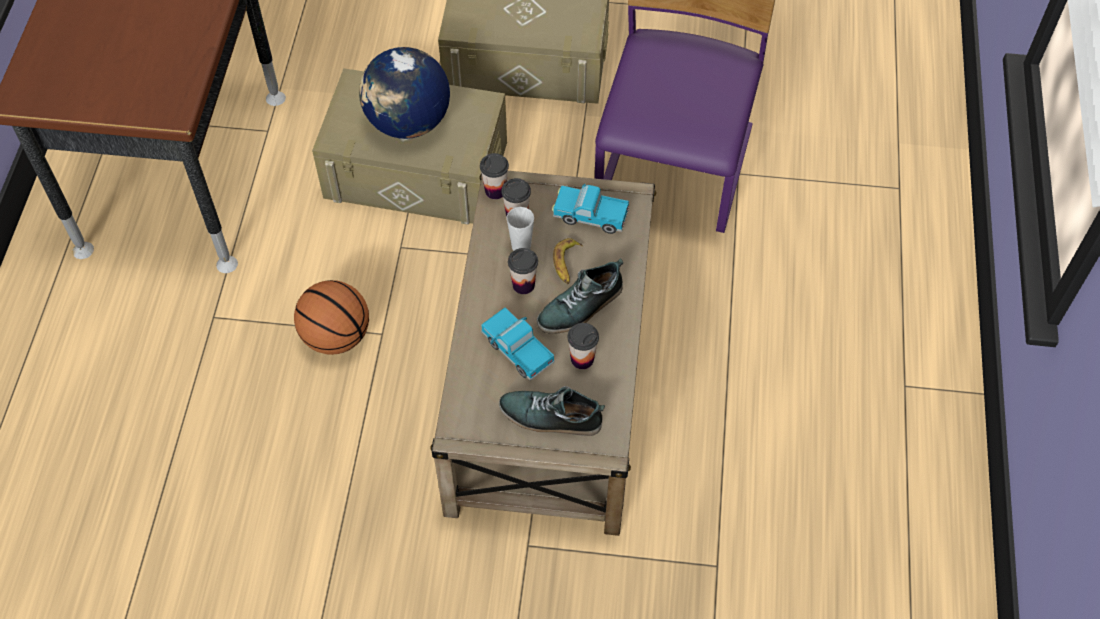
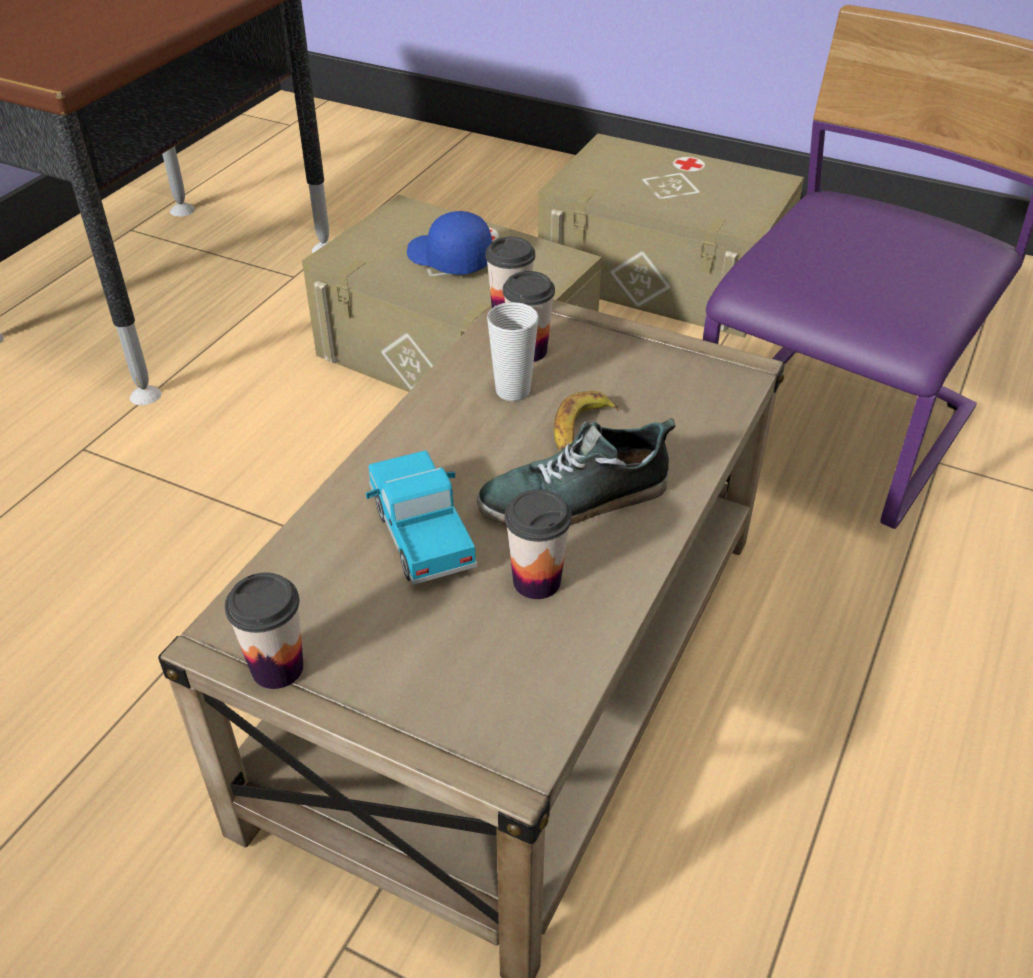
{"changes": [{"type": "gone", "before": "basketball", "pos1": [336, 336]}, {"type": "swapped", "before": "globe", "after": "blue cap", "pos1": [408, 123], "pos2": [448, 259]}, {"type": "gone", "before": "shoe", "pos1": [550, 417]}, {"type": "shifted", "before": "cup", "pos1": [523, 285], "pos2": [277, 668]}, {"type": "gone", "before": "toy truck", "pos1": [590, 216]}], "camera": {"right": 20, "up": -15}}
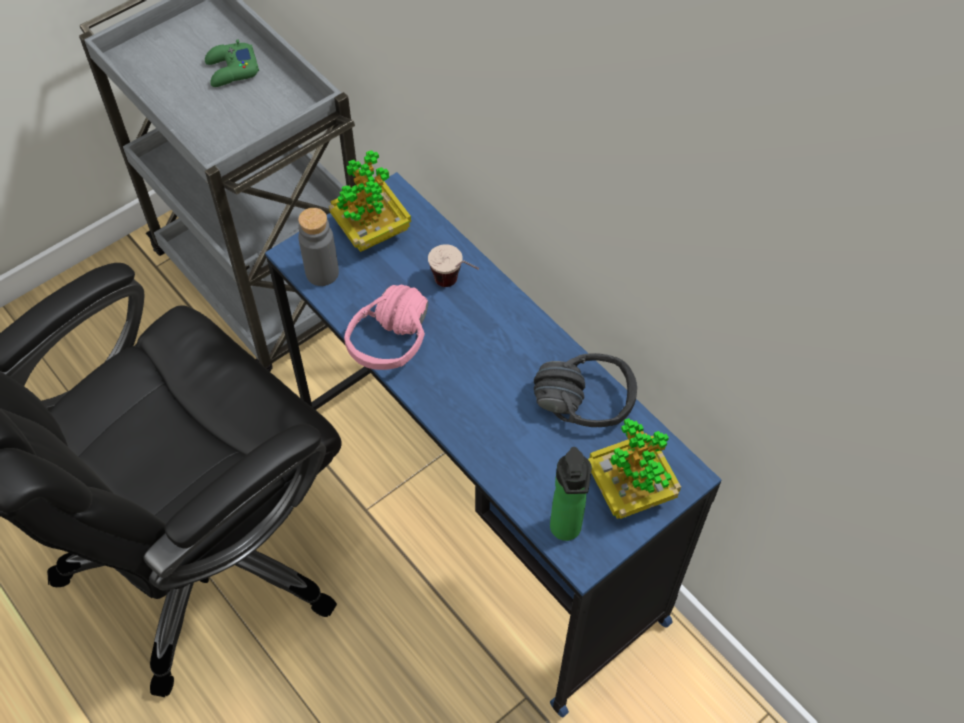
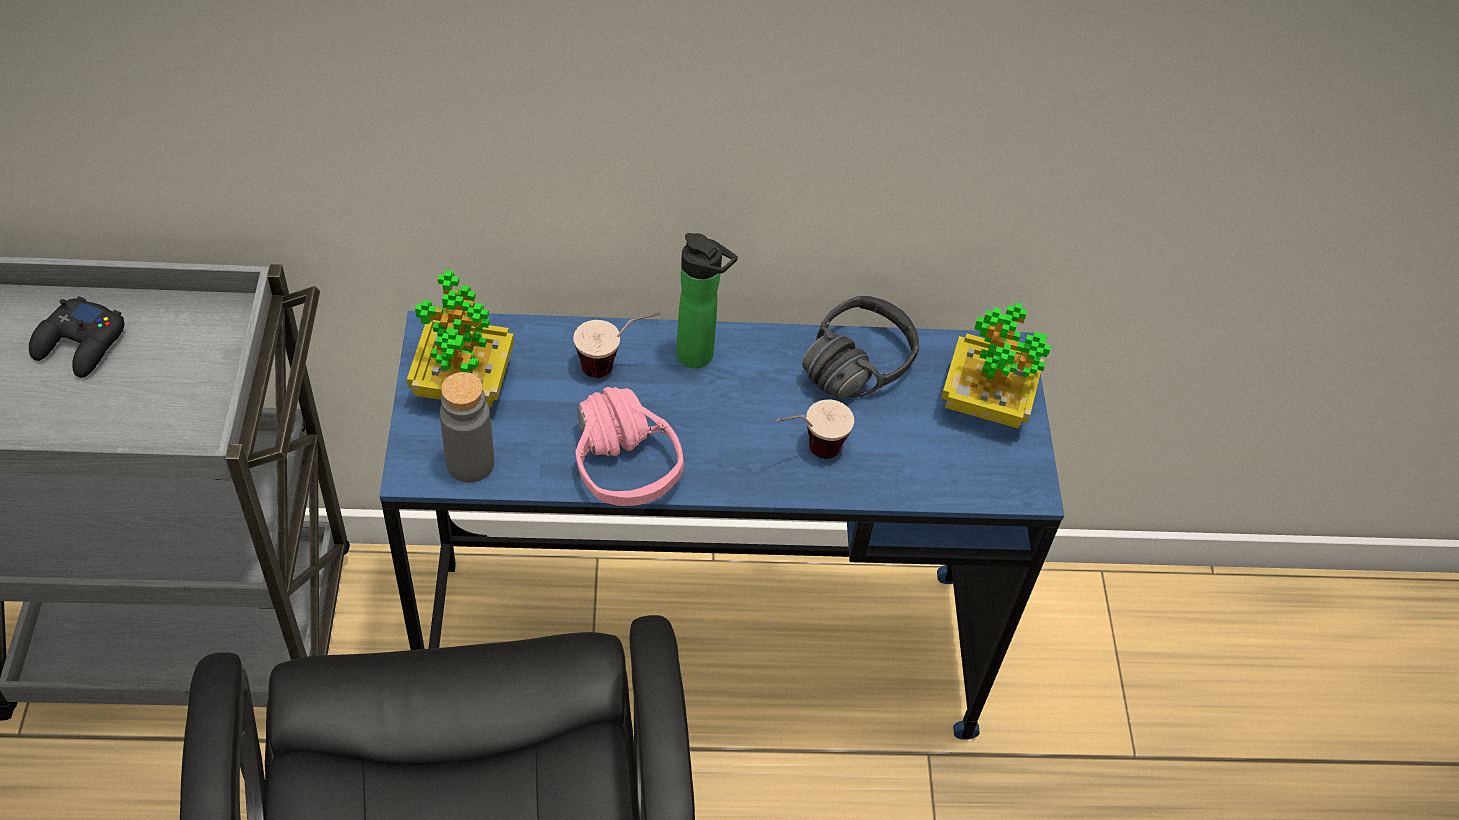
{"changes": [{"type": "repainted", "before": "green game controller", "after": "black game controller", "pos1": [232, 70], "pos2": [81, 344]}, {"type": "shifted", "before": "bottle", "pos1": [565, 531], "pos2": [699, 358]}, {"type": "new", "after": "cup", "pos2": [807, 453]}], "camera": {"right": -55, "up": -5}}
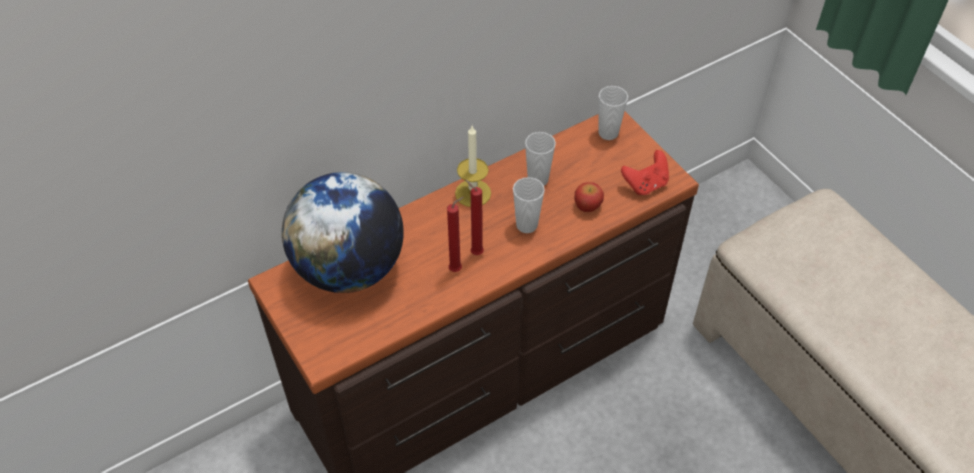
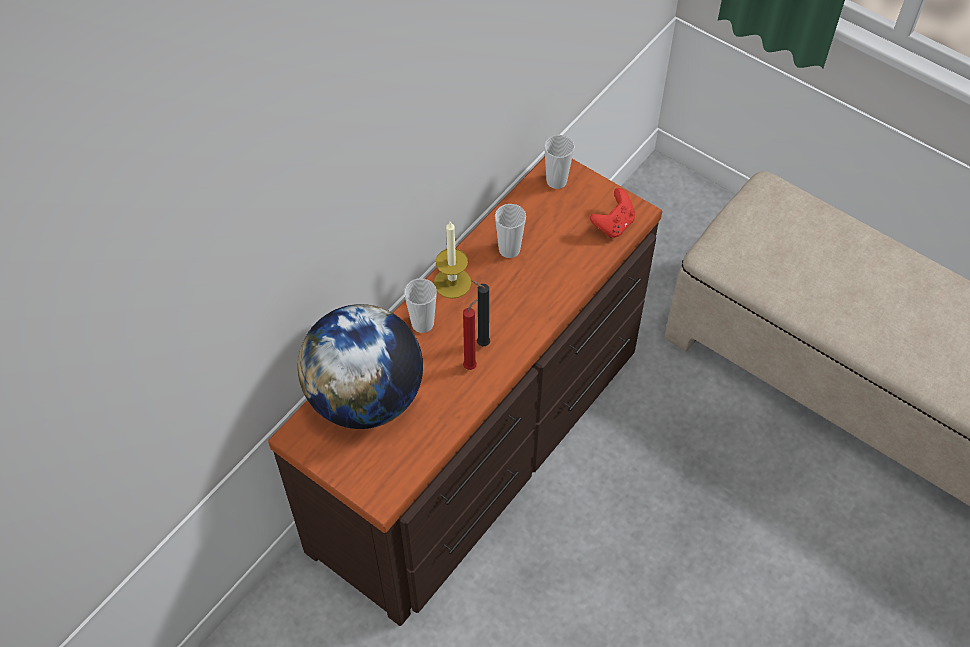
{"changes": [{"type": "repainted", "before": "red candle", "after": "black candle", "pos1": [475, 252], "pos2": [481, 343]}, {"type": "shifted", "before": "cup", "pos1": [526, 225], "pos2": [422, 324]}, {"type": "gone", "before": "apple", "pos1": [587, 206]}], "camera": {"right": -20, "up": 5}}
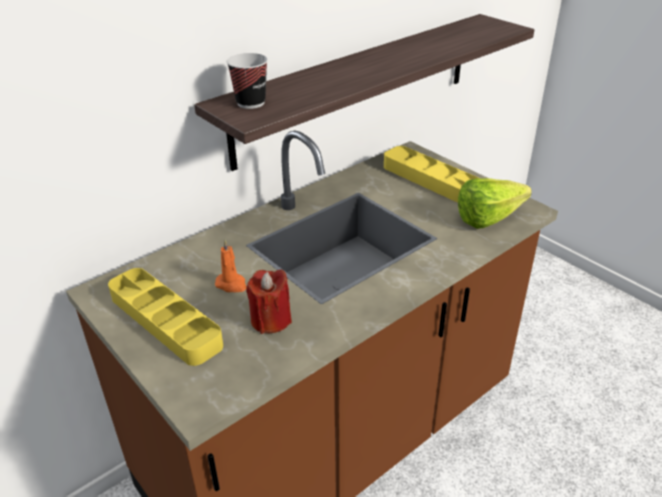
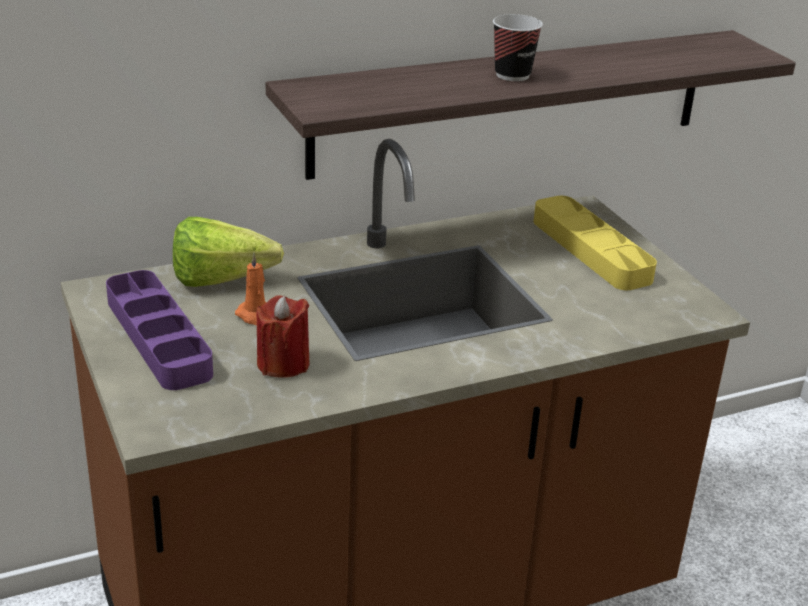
{"changes": [{"type": "repainted", "before": "yellow tray", "after": "purple tray", "pos1": [165, 320], "pos2": [158, 337]}, {"type": "shifted", "before": "cup", "pos1": [251, 103], "pos2": [512, 75]}, {"type": "shifted", "before": "lettuce", "pos1": [494, 219], "pos2": [229, 281]}], "camera": {"right": 15, "up": -5}}
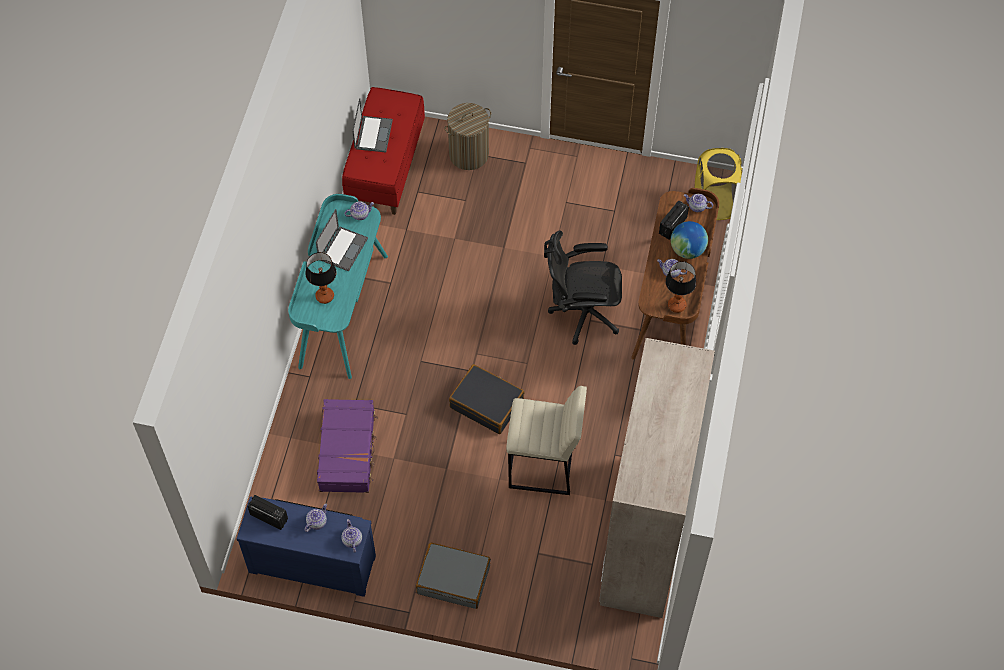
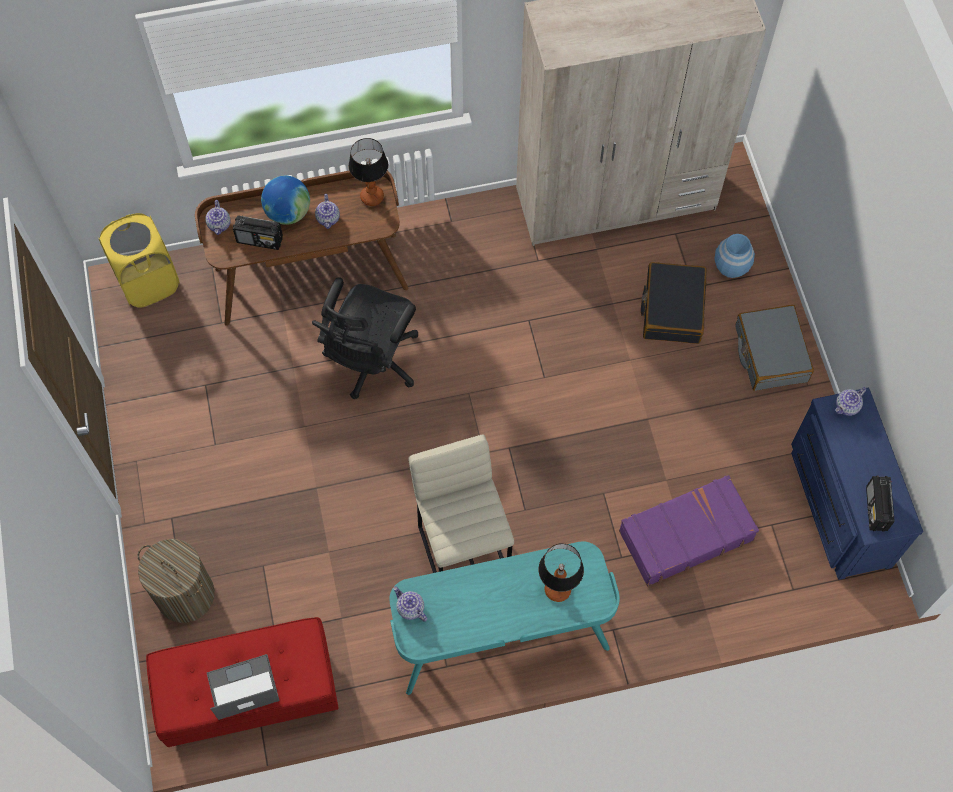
{"changes": [{"type": "gone", "before": "teapot", "pos1": [316, 522]}, {"type": "gone", "before": "laptop", "pos1": [343, 248]}, {"type": "shifted", "before": "black suitcase", "pos1": [487, 403], "pos2": [672, 309]}, {"type": "shifted", "before": "beige stool", "pos1": [544, 467], "pos2": [462, 549]}, {"type": "rotated", "before": "office chair", "pos1": [581, 313], "pos2": [371, 363], "turn": 45}, {"type": "new", "after": "blue vase", "pos2": [731, 267]}], "camera": {"right": -115, "up": 5}}
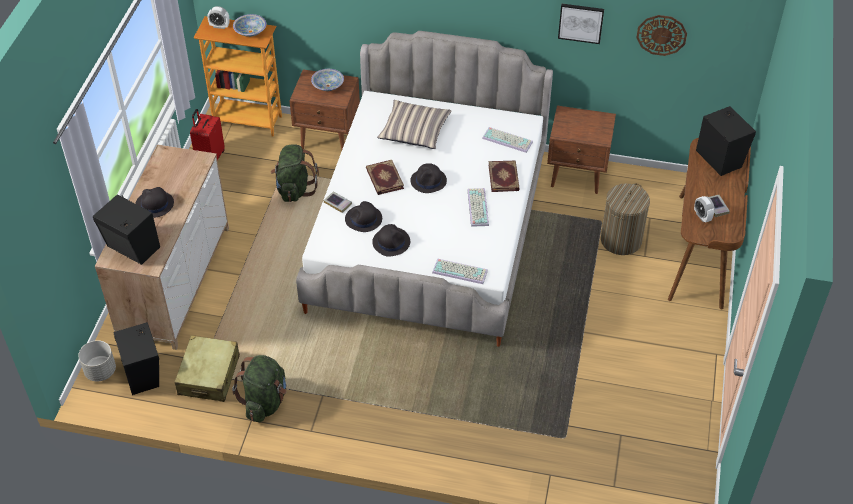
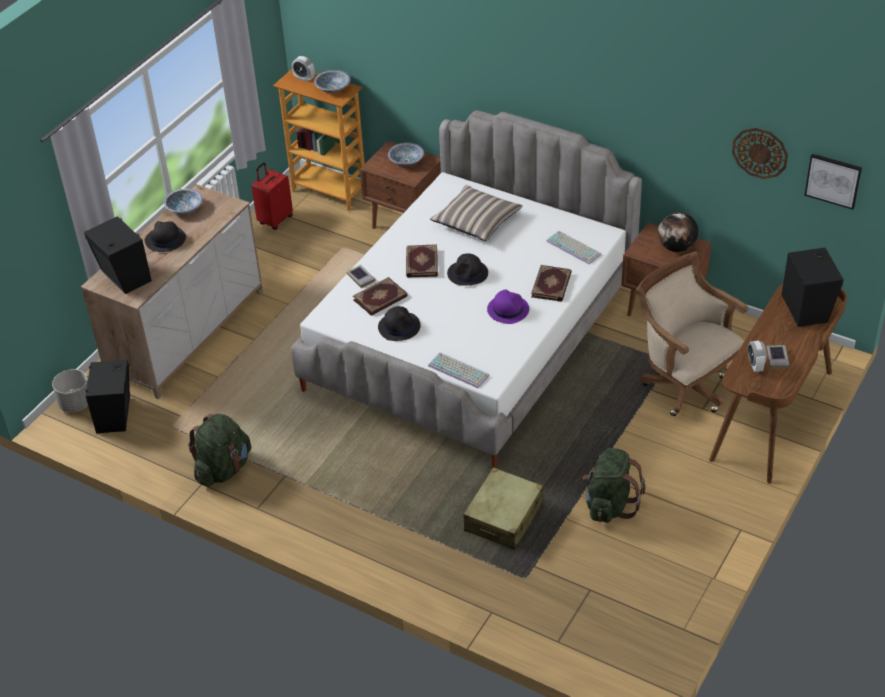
{"changes": [{"type": "shifted", "before": "beige suitcase", "pos1": [209, 375], "pos2": [504, 517]}, {"type": "shifted", "before": "green backpack", "pos1": [294, 189], "pos2": [609, 505]}, {"type": "swapped", "before": "black hat", "after": "book", "pos1": [363, 219], "pos2": [380, 299]}, {"type": "swapped", "before": "keyboard", "after": "purple hat", "pos1": [477, 207], "pos2": [508, 309]}, {"type": "shifted", "before": "picture", "pos1": [581, 22], "pos2": [833, 180]}, {"type": "swapped", "before": "laundry basket", "after": "office chair", "pos1": [621, 240], "pos2": [682, 386]}, {"type": "new", "after": "bowl", "pos2": [184, 208]}, {"type": "new", "after": "globe", "pos2": [676, 247]}], "camera": {"right": 20, "up": -5}}
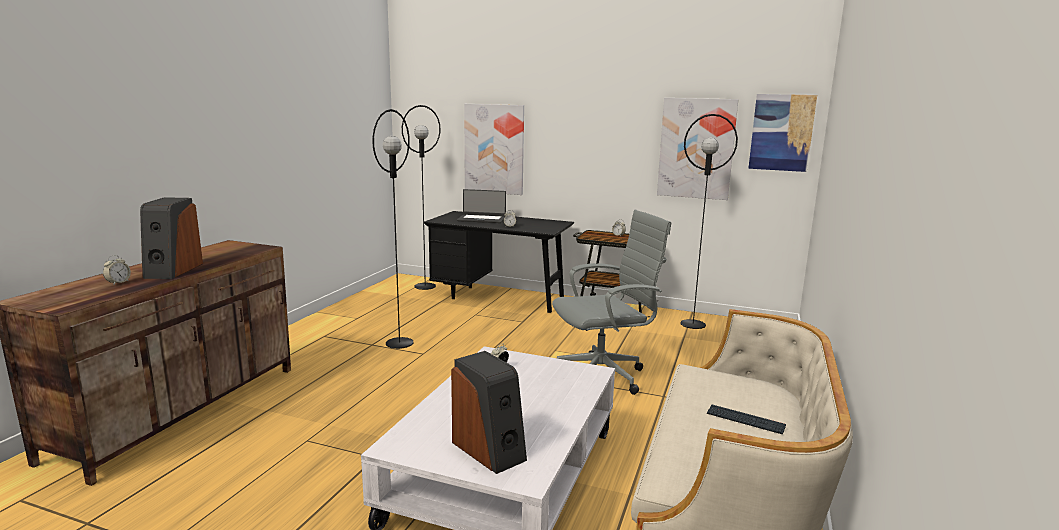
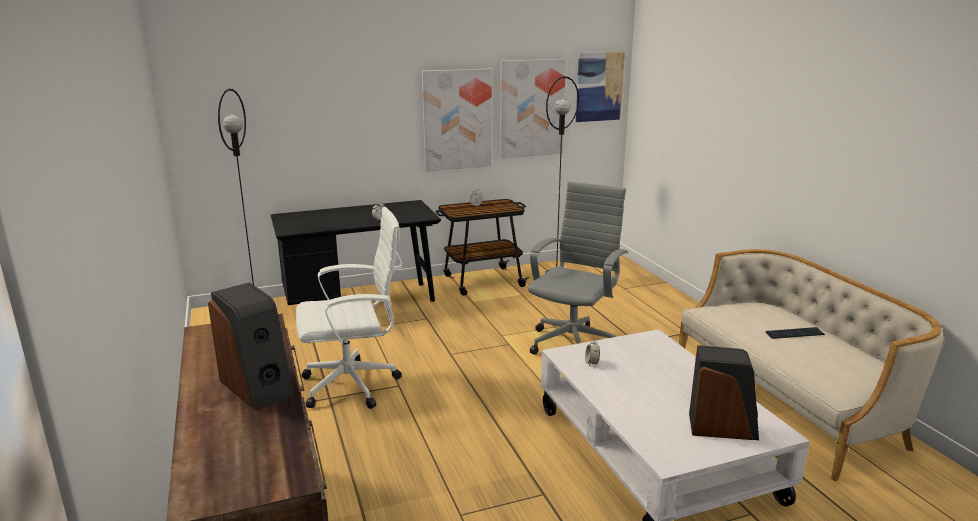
{"changes": [{"type": "gone", "before": "alarm clock", "pos1": [118, 282]}, {"type": "swapped", "before": "black floor lamp", "after": "white office chair", "pos1": [399, 343], "pos2": [355, 385]}, {"type": "gone", "before": "laptop", "pos1": [481, 219]}, {"type": "shifted", "before": "picture", "pos1": [494, 149], "pos2": [457, 119]}], "camera": {"right": -40, "up": 5}}
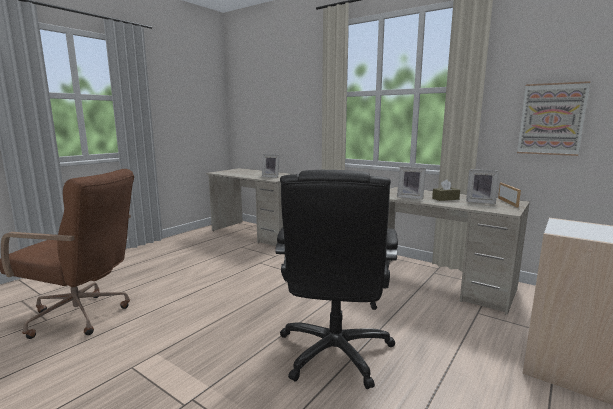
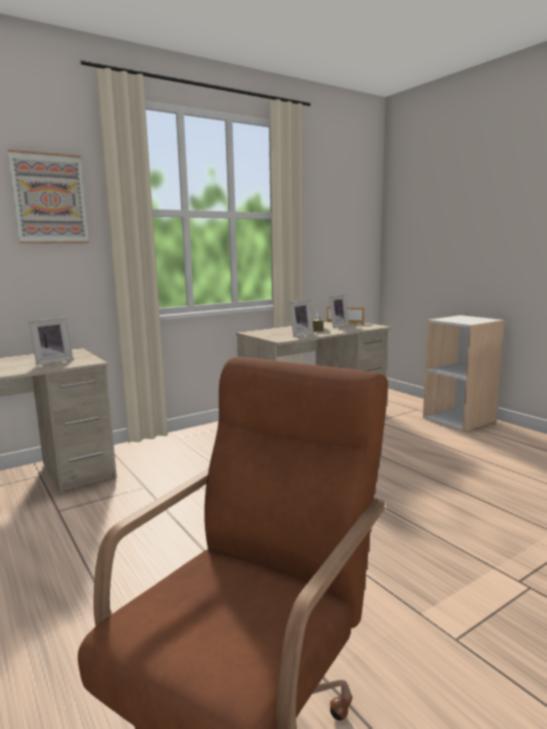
{"changes": [{"type": "gone", "before": "black office chair", "pos1": [335, 351]}, {"type": "shifted", "before": "picture", "pos1": [551, 119], "pos2": [50, 199]}], "camera": {"right": -70, "up": 0}}
